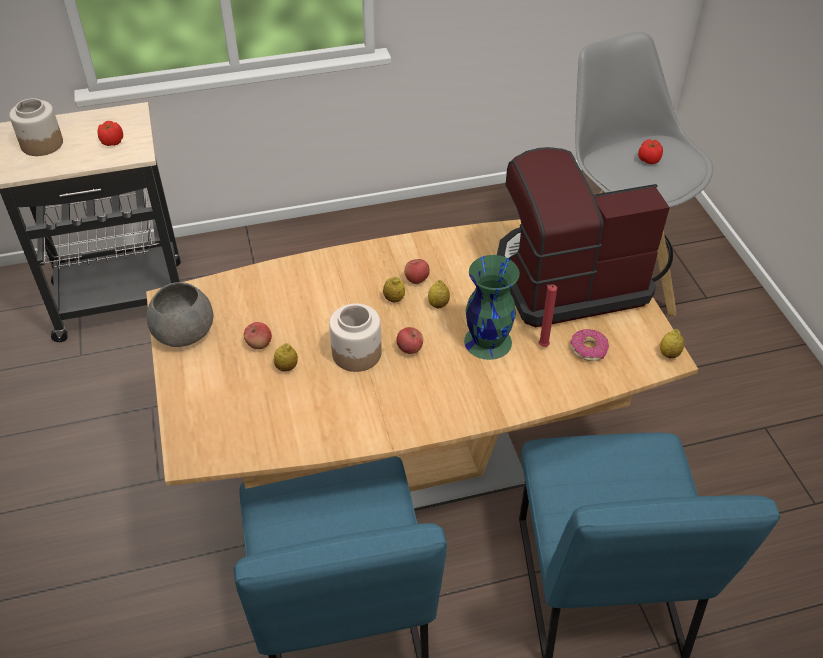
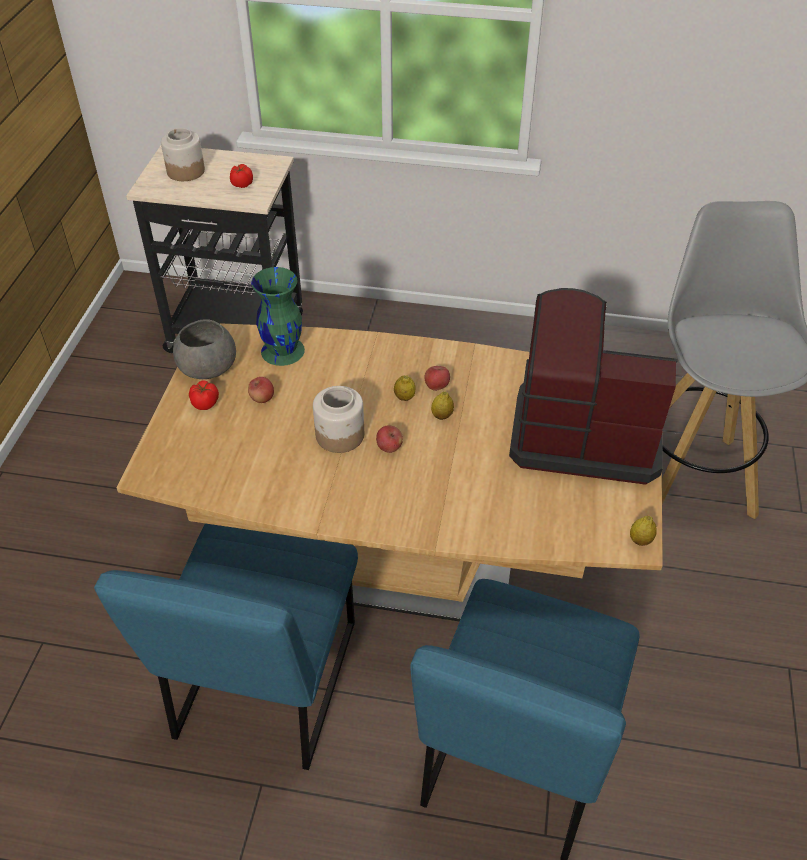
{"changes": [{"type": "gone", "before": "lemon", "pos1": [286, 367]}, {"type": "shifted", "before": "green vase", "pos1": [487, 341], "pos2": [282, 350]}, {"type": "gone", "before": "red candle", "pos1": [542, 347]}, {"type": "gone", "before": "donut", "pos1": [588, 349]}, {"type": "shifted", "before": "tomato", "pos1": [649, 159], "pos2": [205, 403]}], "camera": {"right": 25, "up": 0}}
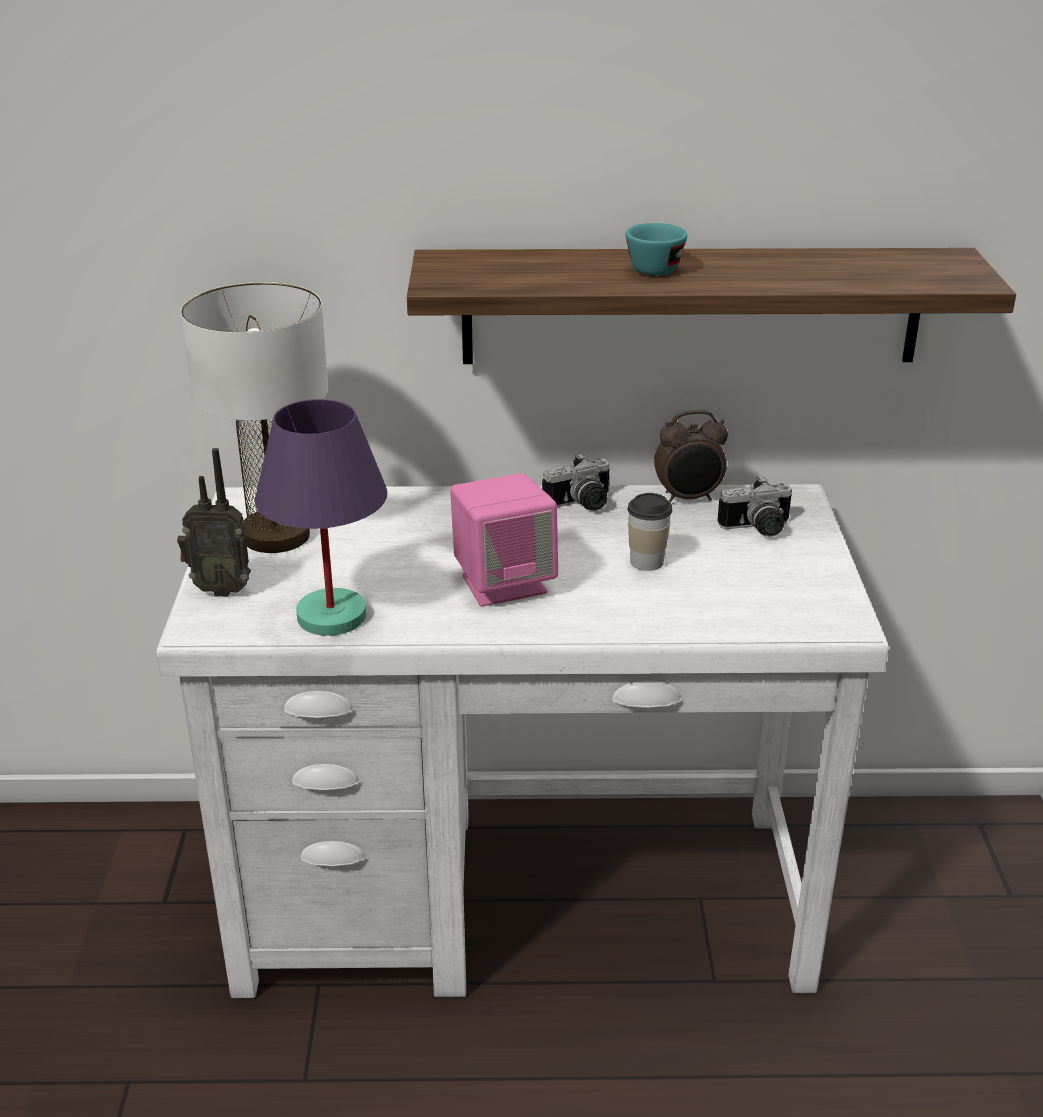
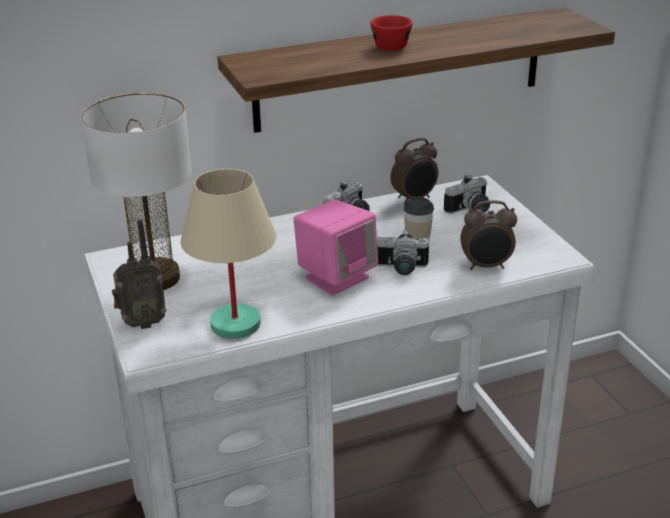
{"changes": [{"type": "repainted", "before": "purple table lamp", "after": "beige table lamp", "pos1": [331, 615], "pos2": [235, 323]}, {"type": "repainted", "before": "turquoise cup", "after": "red cup", "pos1": [657, 267], "pos2": [390, 45]}, {"type": "new", "after": "photo camera", "pos2": [400, 269]}, {"type": "new", "after": "alarm clock", "pos2": [486, 266]}], "camera": {"right": -20, "up": 0}}
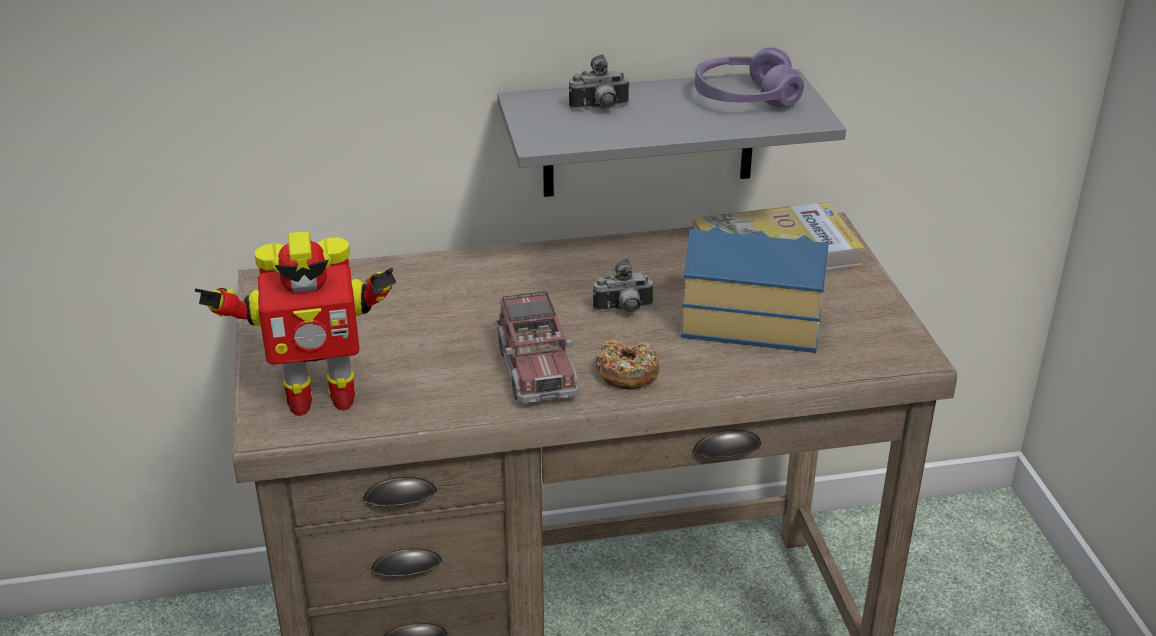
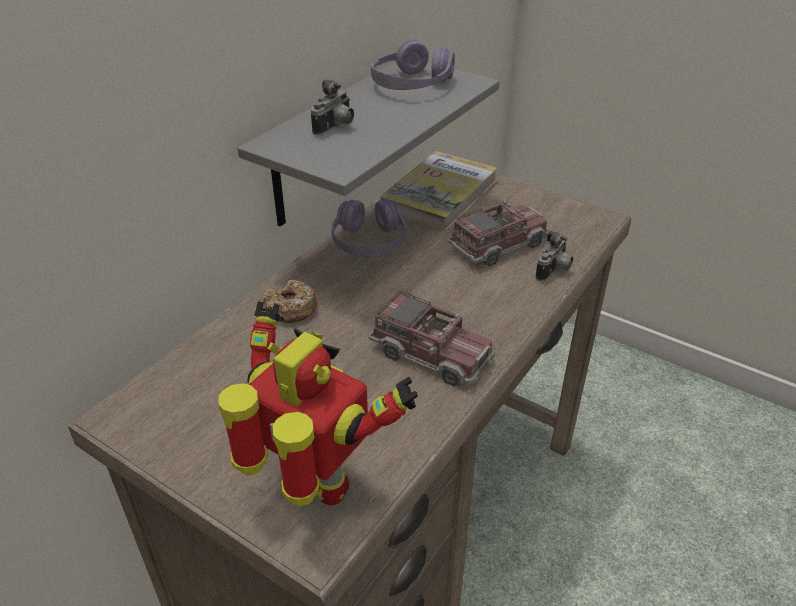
{"changes": [{"type": "rotated", "before": "toy robot", "pos1": [318, 397], "pos2": [314, 487], "turn": -90}, {"type": "shifted", "before": "photo camera", "pos1": [624, 310], "pos2": [554, 271]}, {"type": "shifted", "before": "donut", "pos1": [627, 373], "pos2": [291, 309]}, {"type": "swapped", "before": "toy house", "after": "toy truck", "pos1": [750, 322], "pos2": [498, 246]}, {"type": "new", "after": "purple headphones", "pos2": [369, 242]}], "camera": {"right": -45, "up": 5}}
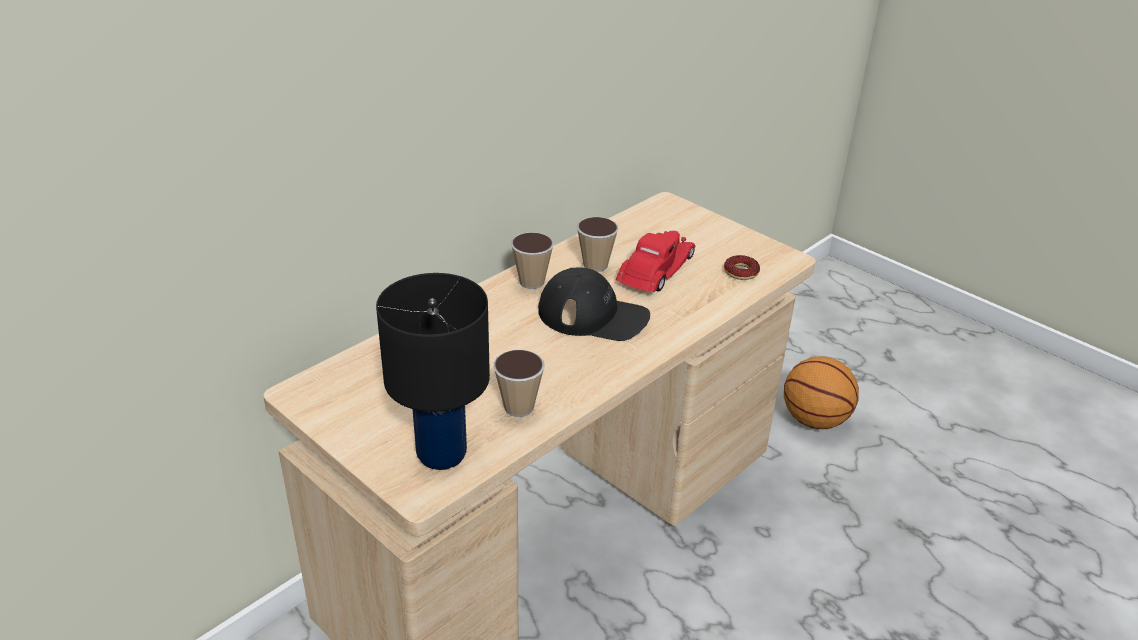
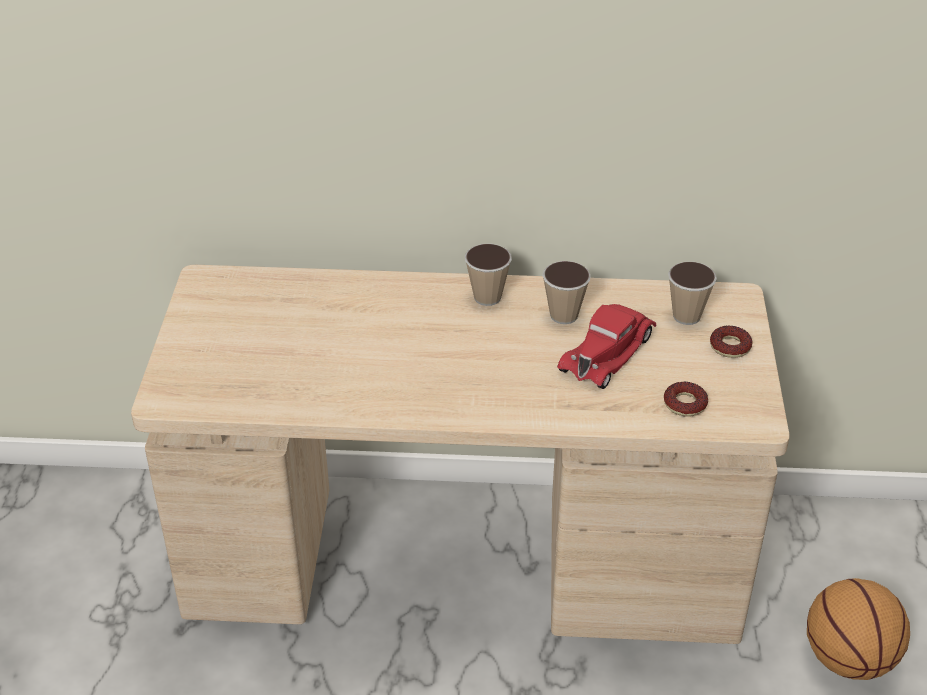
{"changes": [{"type": "gone", "before": "black table lamp", "pos1": [444, 455]}, {"type": "shifted", "before": "cup", "pos1": [519, 407], "pos2": [686, 316]}, {"type": "gone", "before": "black cap", "pos1": [593, 315]}, {"type": "rotated", "before": "red toy car", "pos1": [655, 270], "pos2": [607, 352], "turn": 135}, {"type": "new", "after": "donut", "pos2": [730, 346]}], "camera": {"right": 50, "up": 5}}
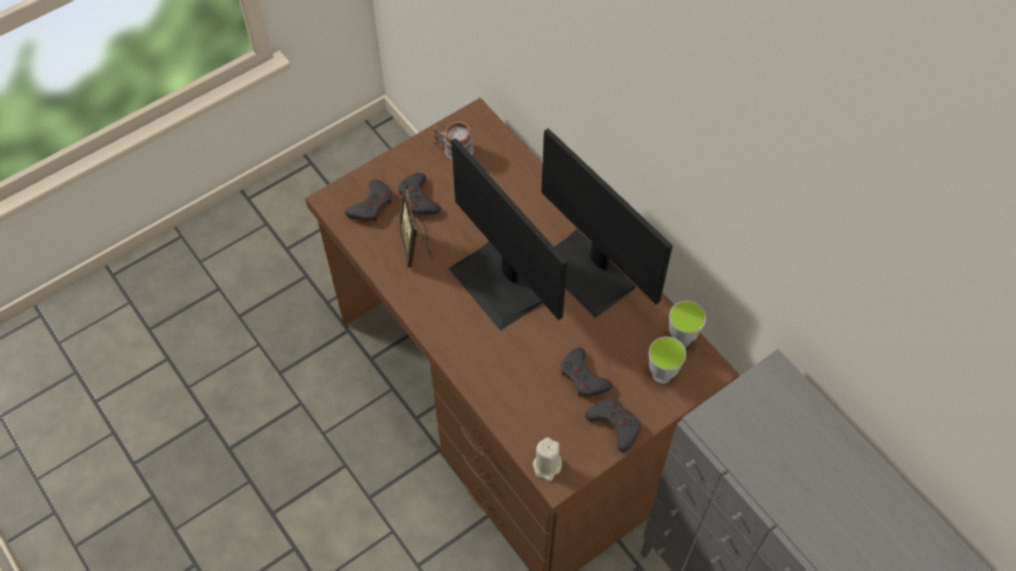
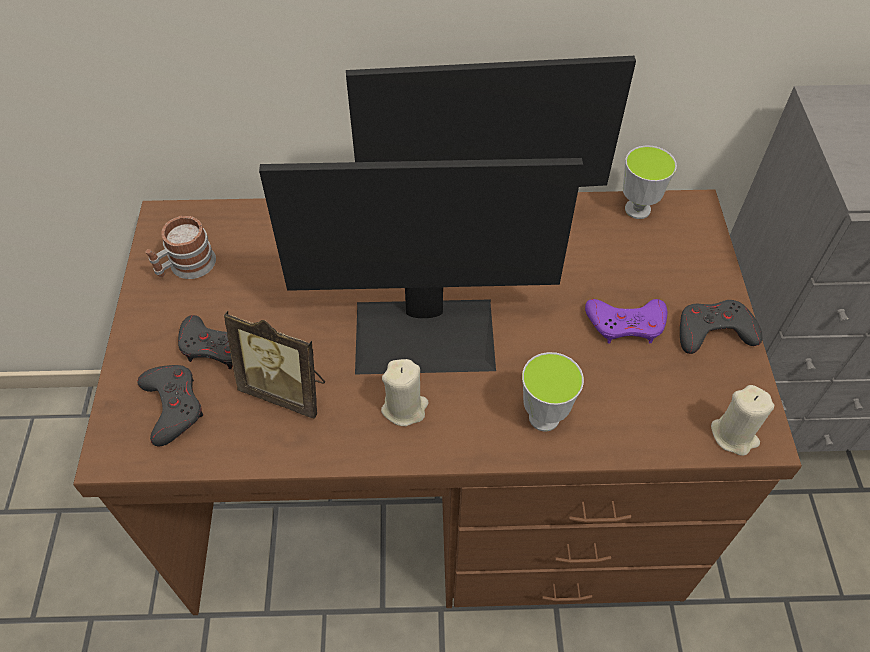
{"changes": [{"type": "repainted", "before": "grey game controller", "after": "purple game controller", "pos1": [583, 377], "pos2": [626, 324]}, {"type": "shifted", "before": "cup", "pos1": [661, 375], "pos2": [544, 417]}, {"type": "new", "after": "beige candle", "pos2": [405, 408]}], "camera": {"right": -55, "up": -5}}
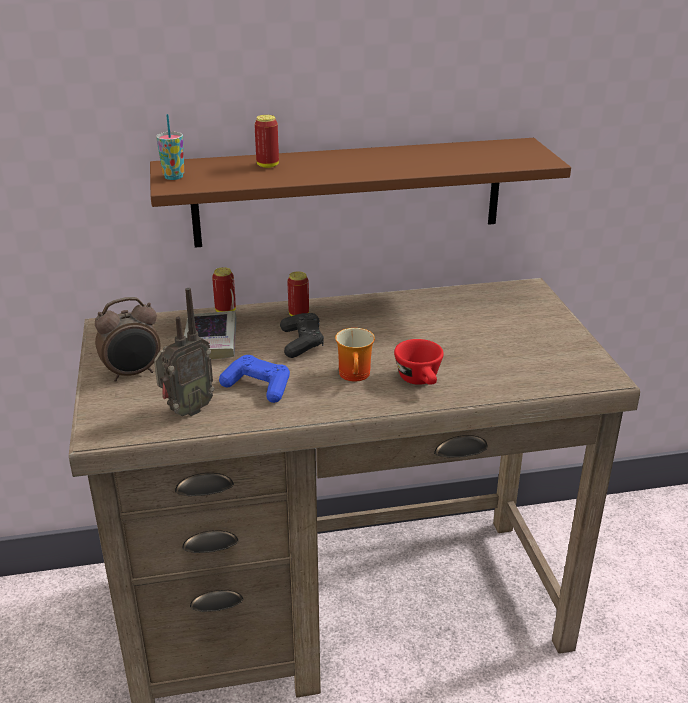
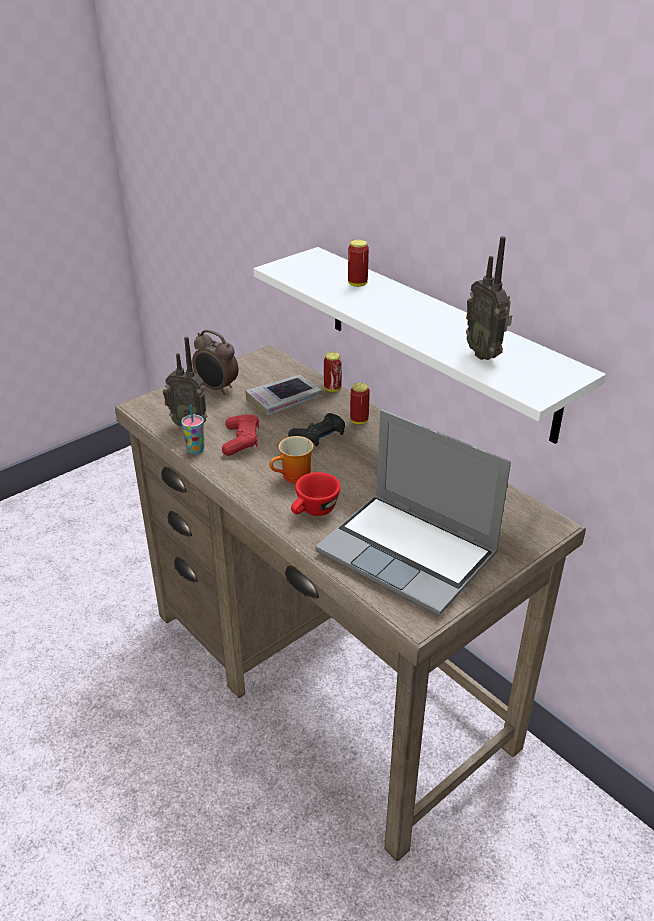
{"changes": [{"type": "repainted", "before": "brown shelf", "after": "white shelf", "pos1": [349, 192], "pos2": [438, 341]}, {"type": "shifted", "before": "cup", "pos1": [173, 177], "pos2": [195, 450]}, {"type": "repainted", "before": "blue game controller", "after": "red game controller", "pos1": [258, 387], "pos2": [241, 441]}, {"type": "new", "after": "laptop", "pos2": [410, 554]}, {"type": "new", "after": "radio", "pos2": [485, 354]}], "camera": {"right": 60, "up": 5}}
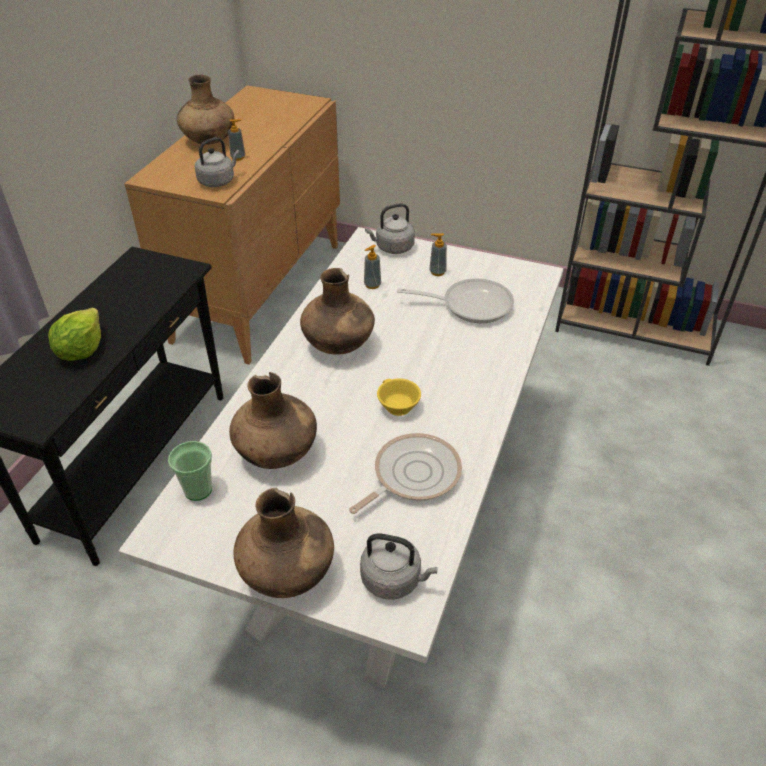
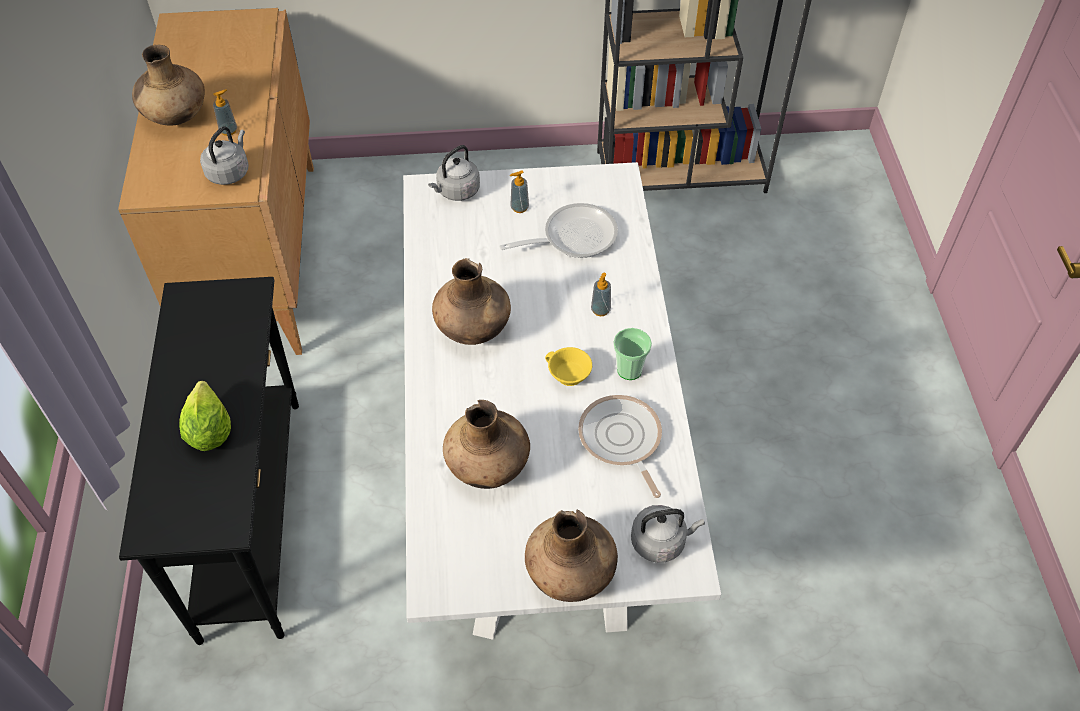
{"changes": [{"type": "shifted", "before": "cup", "pos1": [198, 490], "pos2": [629, 370]}, {"type": "rotated", "before": "frying pan", "pos1": [412, 475], "pos2": [621, 440], "turn": -45}, {"type": "shifted", "before": "soap dispenser", "pos1": [372, 285], "pos2": [600, 310]}], "camera": {"right": -25, "up": 10}}
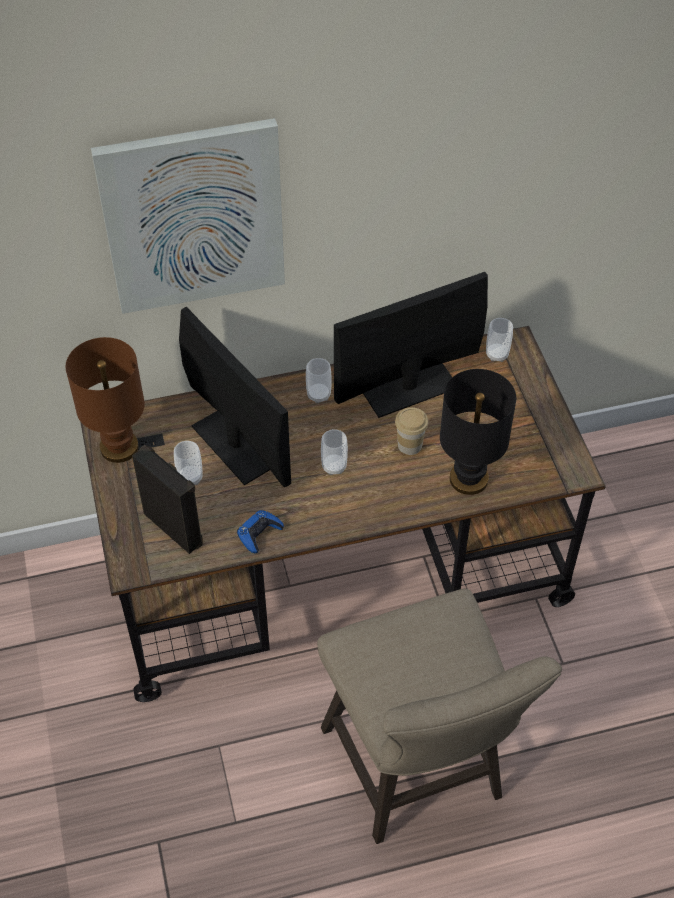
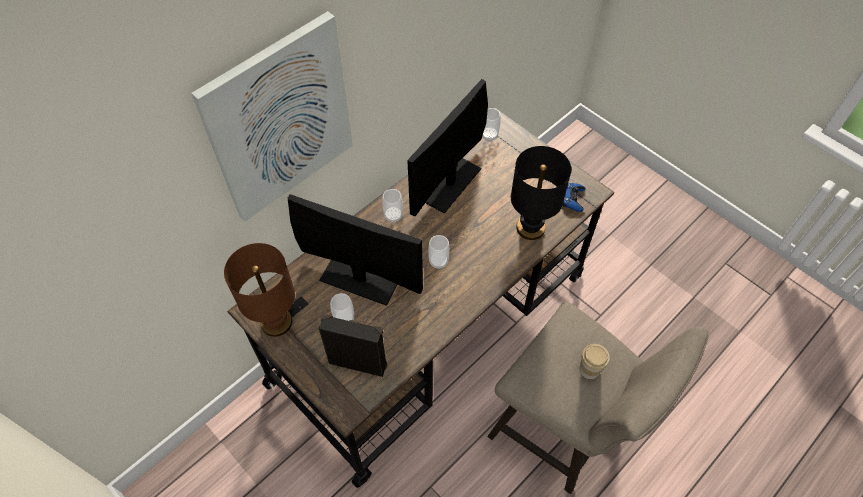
{"changes": [{"type": "shifted", "before": "blue game controller", "pos1": [259, 534], "pos2": [573, 199]}, {"type": "shifted", "before": "cup", "pos1": [410, 445], "pos2": [589, 369]}], "camera": {"right": -30, "up": 5}}
